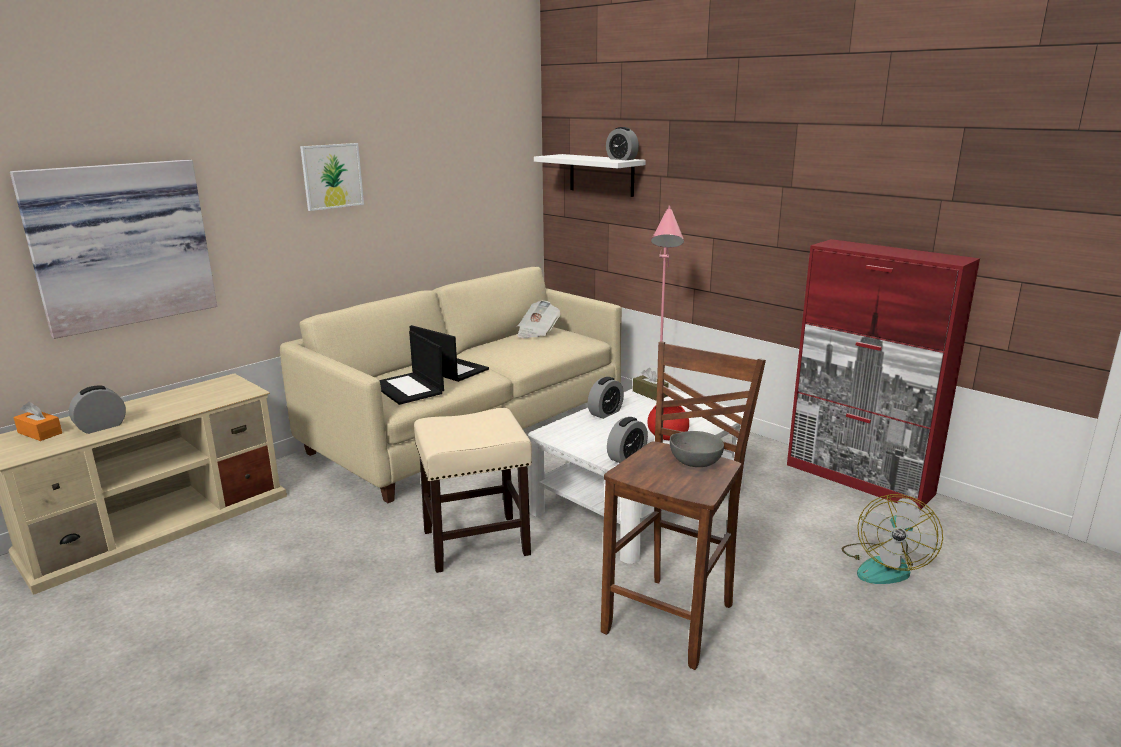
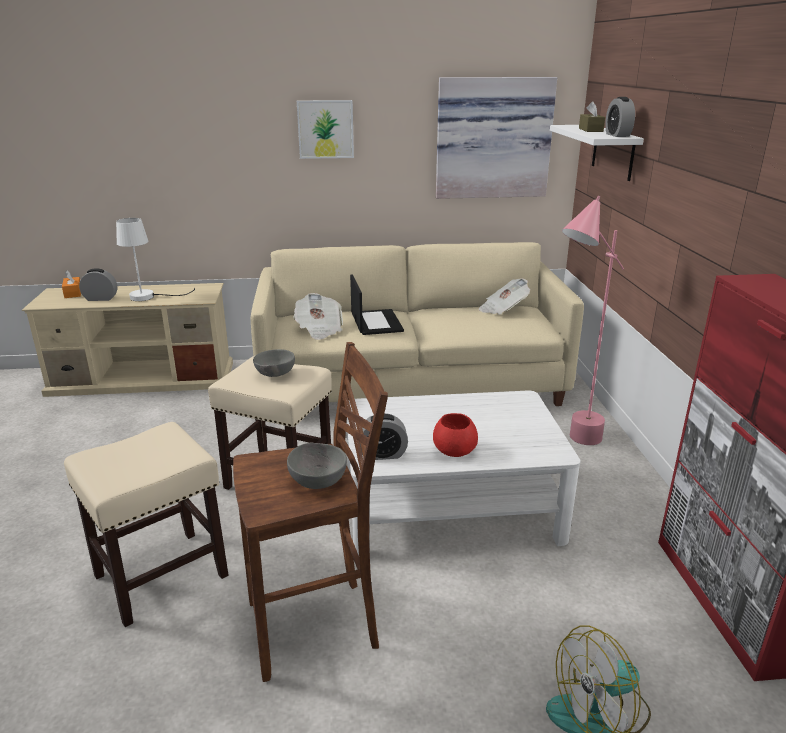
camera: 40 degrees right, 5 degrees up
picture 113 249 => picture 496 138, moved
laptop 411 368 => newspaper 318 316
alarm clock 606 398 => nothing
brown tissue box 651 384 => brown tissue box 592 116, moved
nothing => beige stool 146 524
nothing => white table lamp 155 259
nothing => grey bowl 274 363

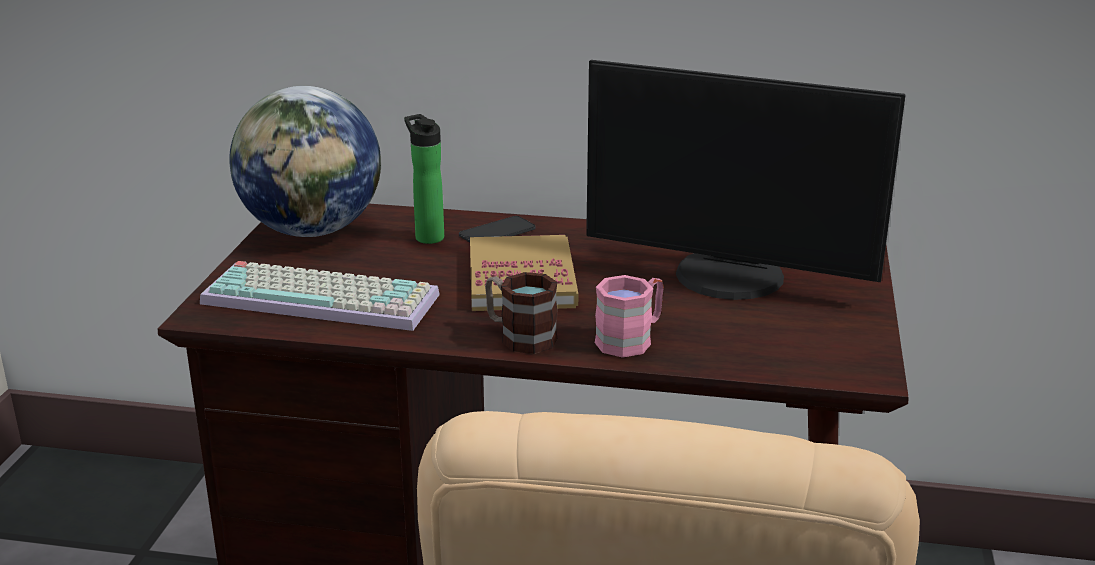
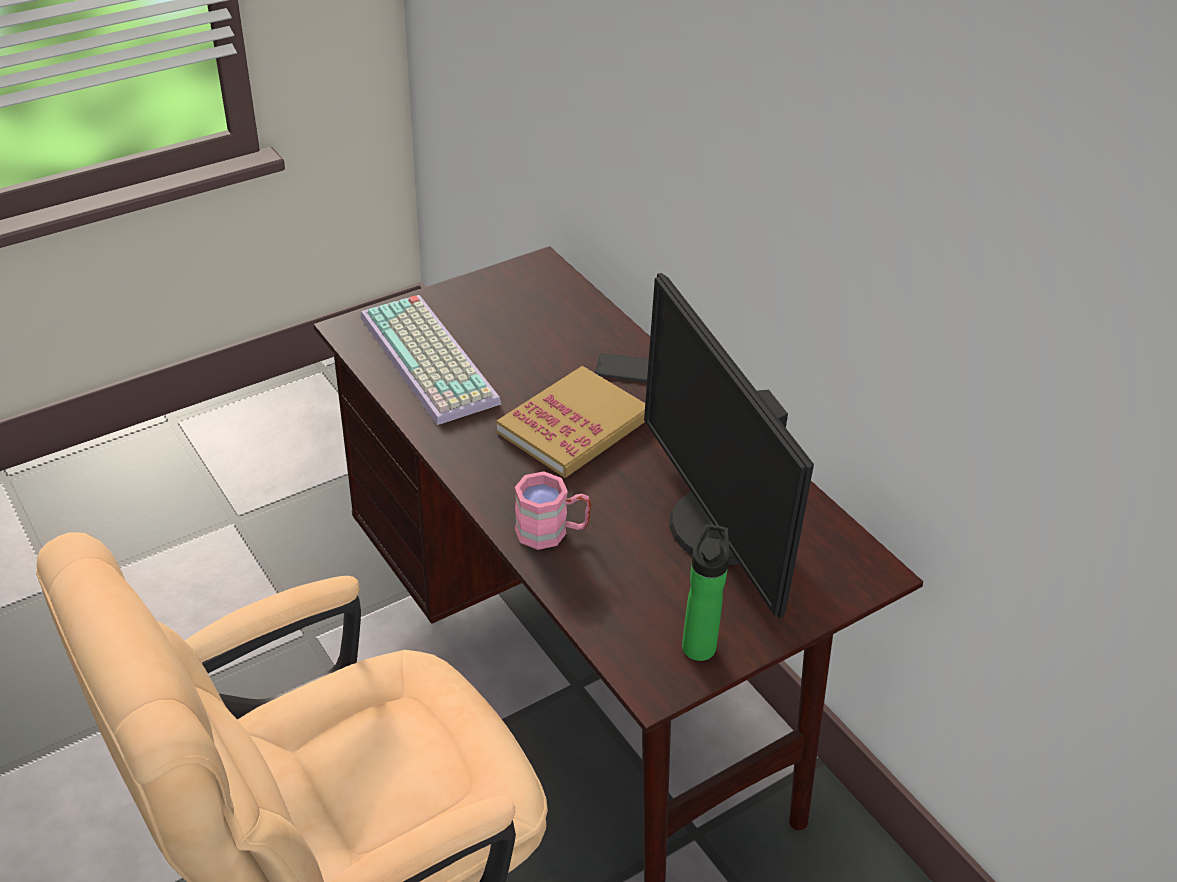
camera: 45 degrees right, 15 degrees up
globe 305 161 => nothing
bottle 424 179 => bottle 706 592, moved
mug 521 313 => nothing

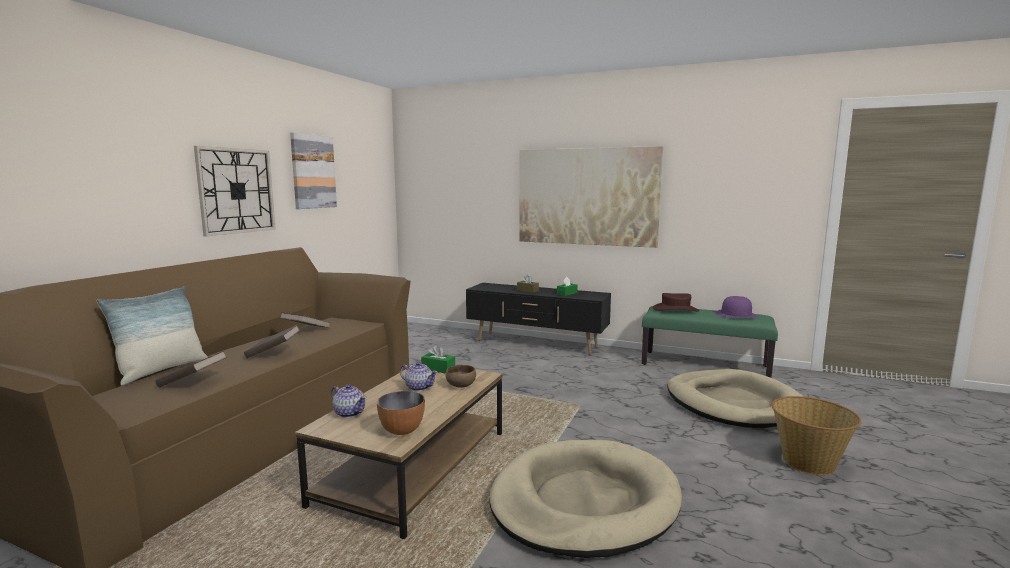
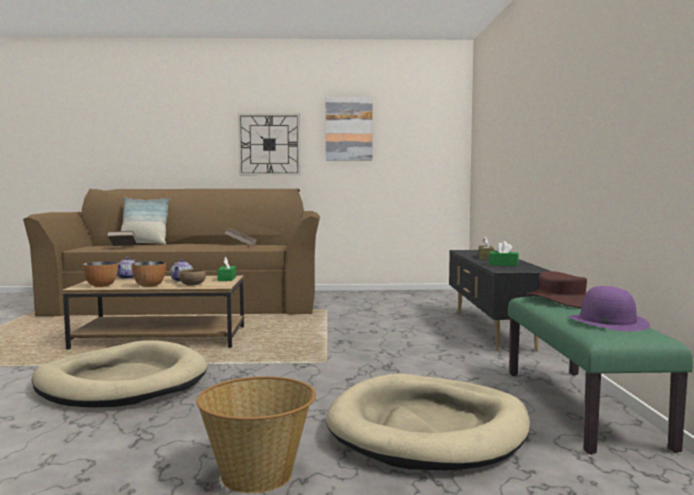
camera: 65 degrees right, 5 degrees down
brown book 272 341 => nothing
picture 591 197 => nothing
nothing => bowl 148 274

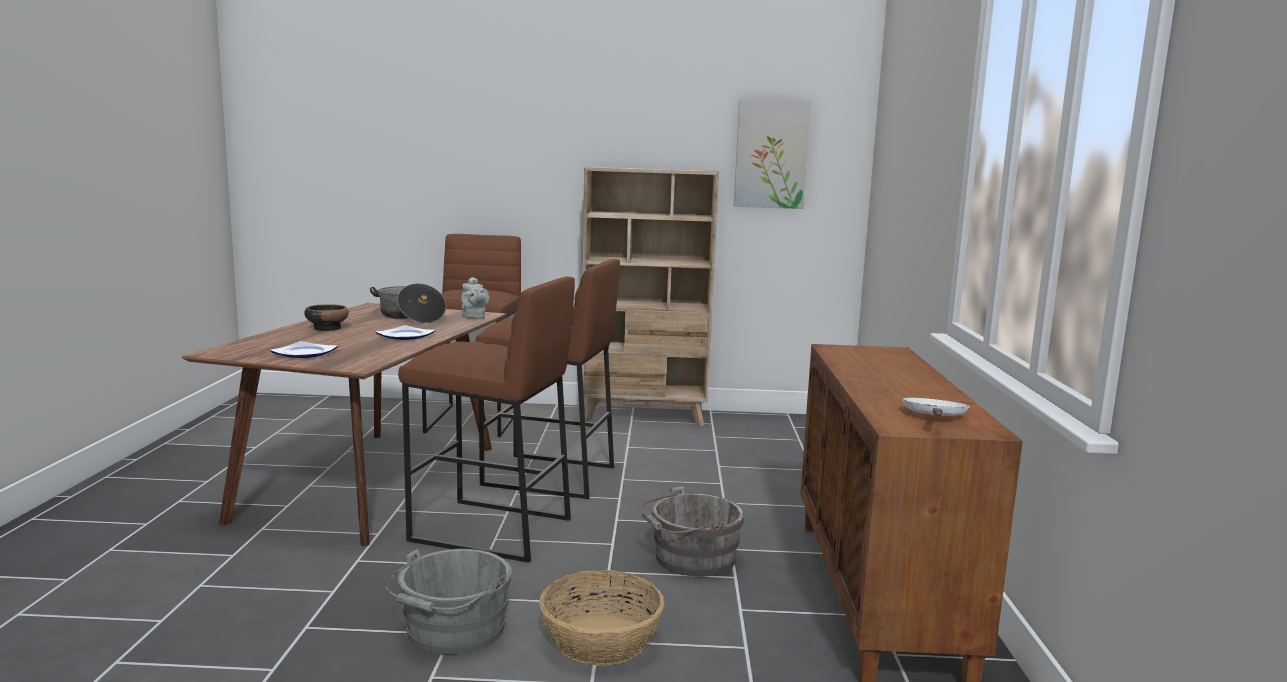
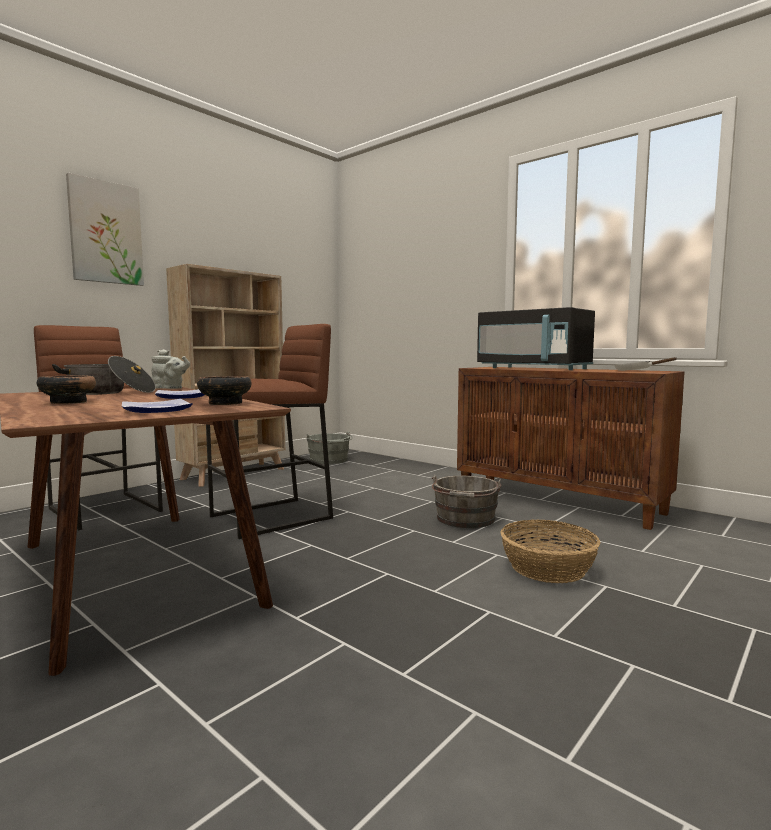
camera: 50 degrees left, 5 degrees down
grey bucket 448 602 => grey bucket 329 447, moved
brown stool 486 420 => nothing
picture 772 154 => picture 105 229, moved
nothing => bowl 224 390
nothing => black microwave 536 338

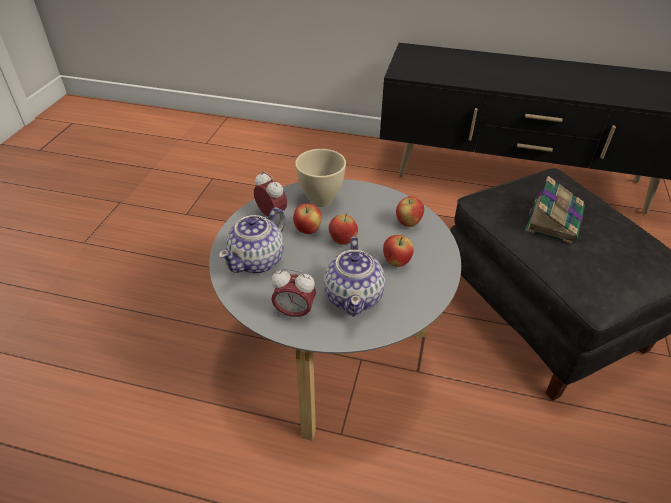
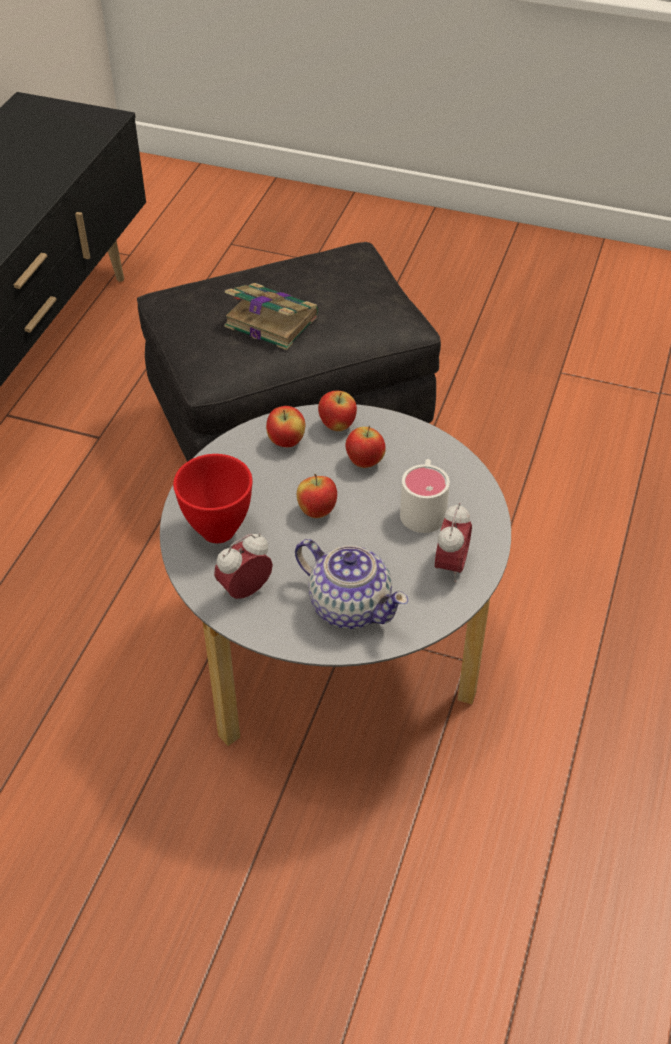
camera: 85 degrees left, 5 degrees up
apple 307 219 => apple 337 411, moved
beige bowl 320 178 => red bowl 213 498
teapot 354 276 => white mug 425 496

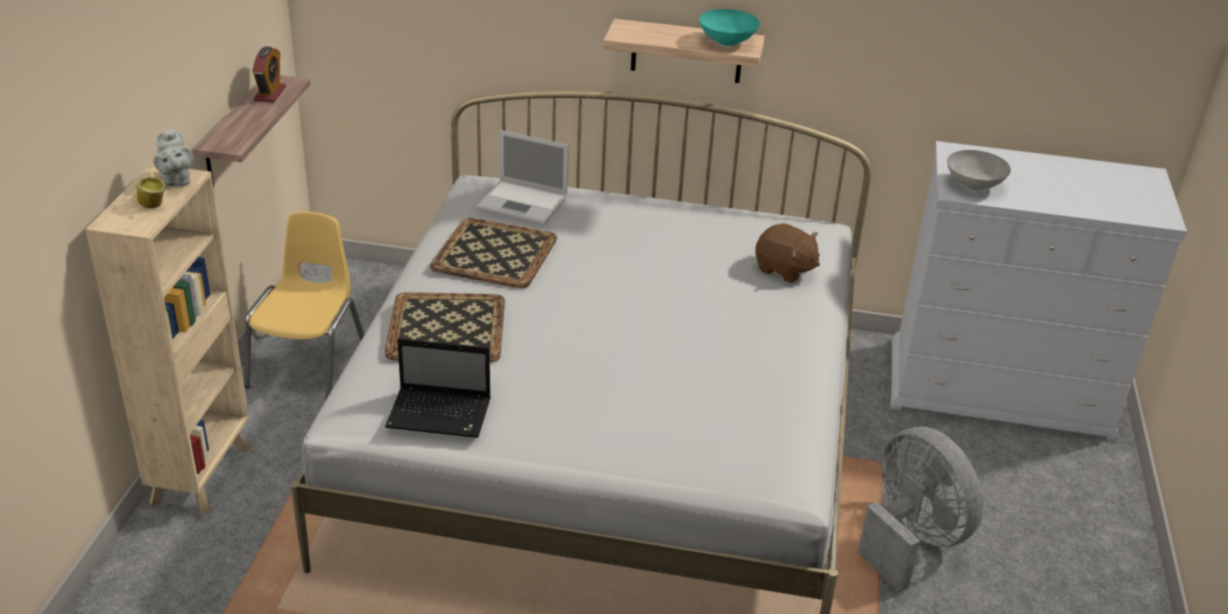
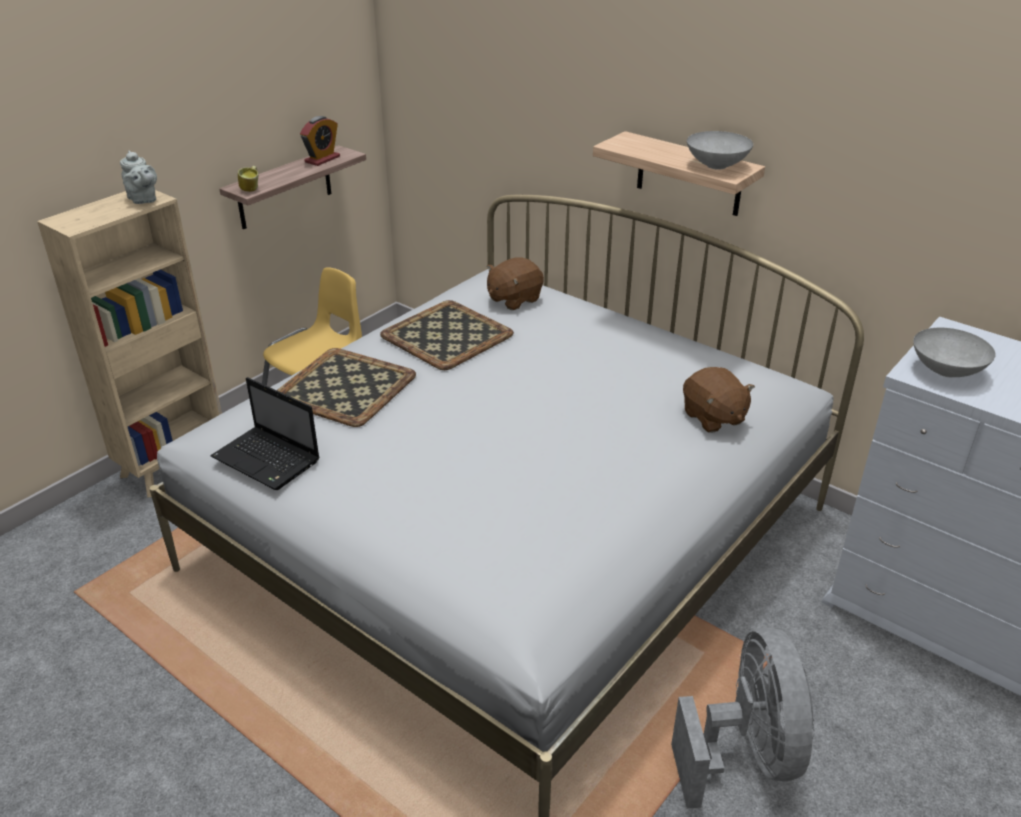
camera: 30 degrees right, 0 degrees up
mug 151 190 => mug 248 179, moved
grey teapot 173 156 => grey teapot 138 177, 45 degrees counterclockwise
laptop 522 177 => brown plush toy 515 283
turquoise bowl 729 27 => grey bowl 720 150

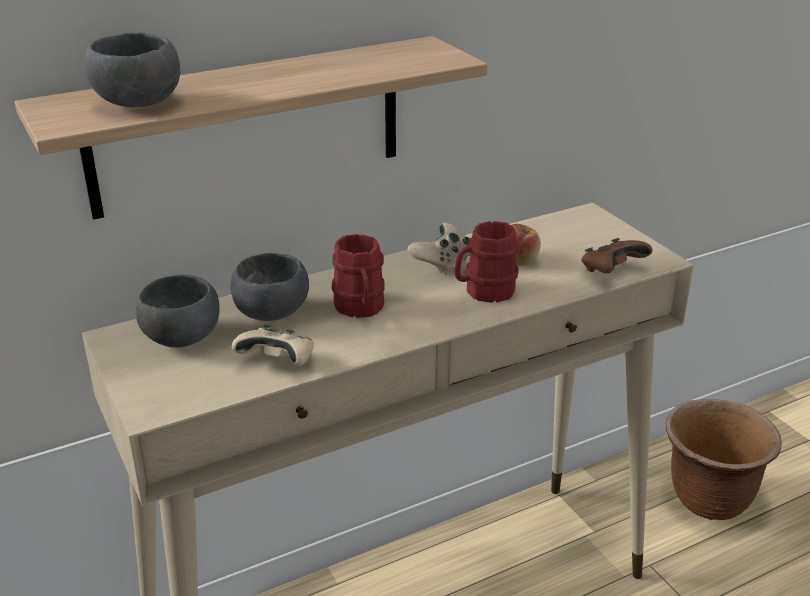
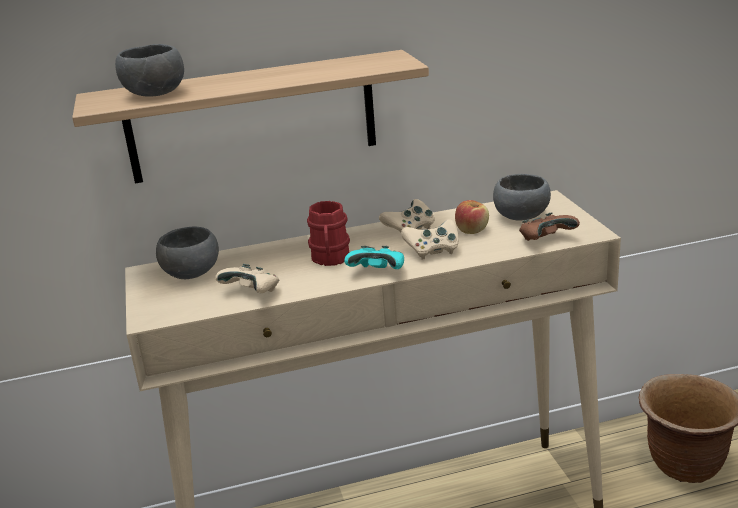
camera: 15 degrees right, 5 degrees down
grey bowl 269 287 => grey bowl 522 197, moved
red mug 486 262 => beige game controller 430 239
nothing => turquoise game controller 374 257

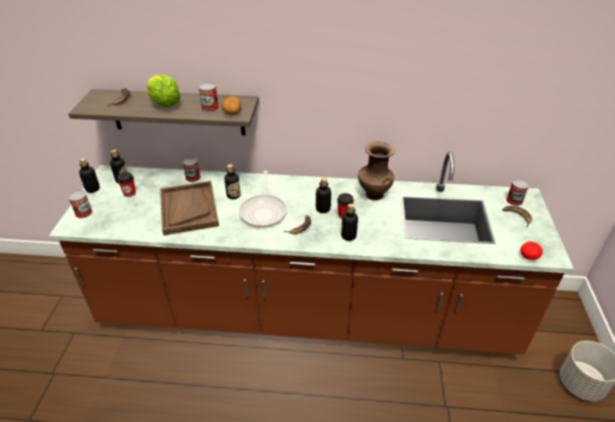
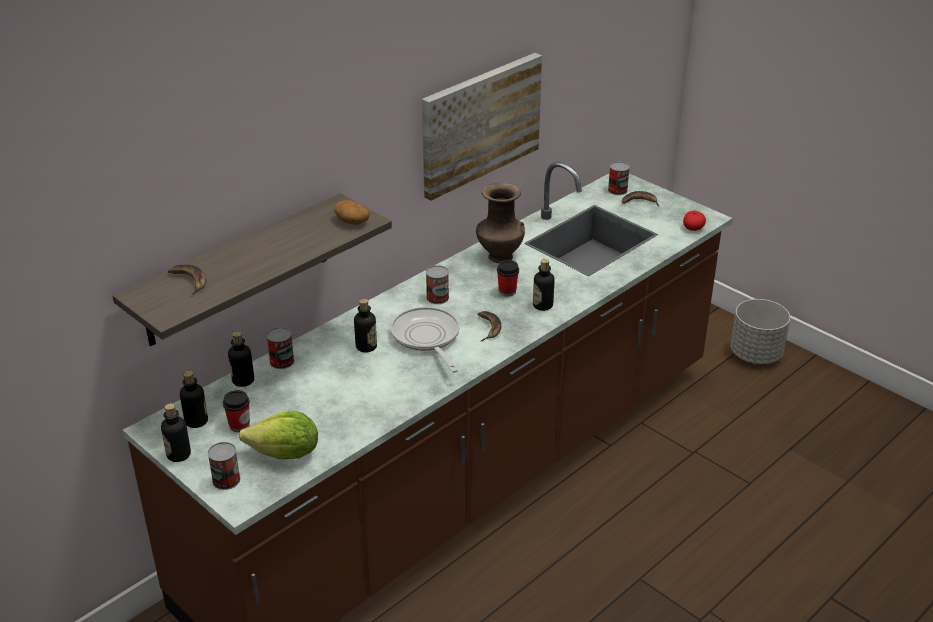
camera: 50 degrees left, 5 degrees down
lettuce 164 91 => lettuce 278 435, moved
brown tray 189 208 => nothing
can 208 97 => can 437 284, moved
frying pan 263 199 => frying pan 425 339, 150 degrees counterclockwise
bottle 323 195 => bottle 241 359, moved
nothing => picture 482 127

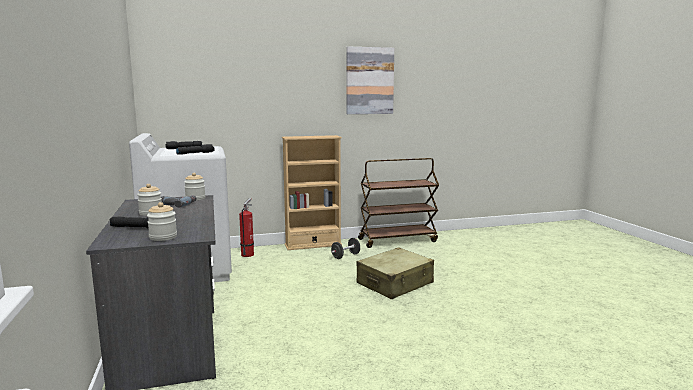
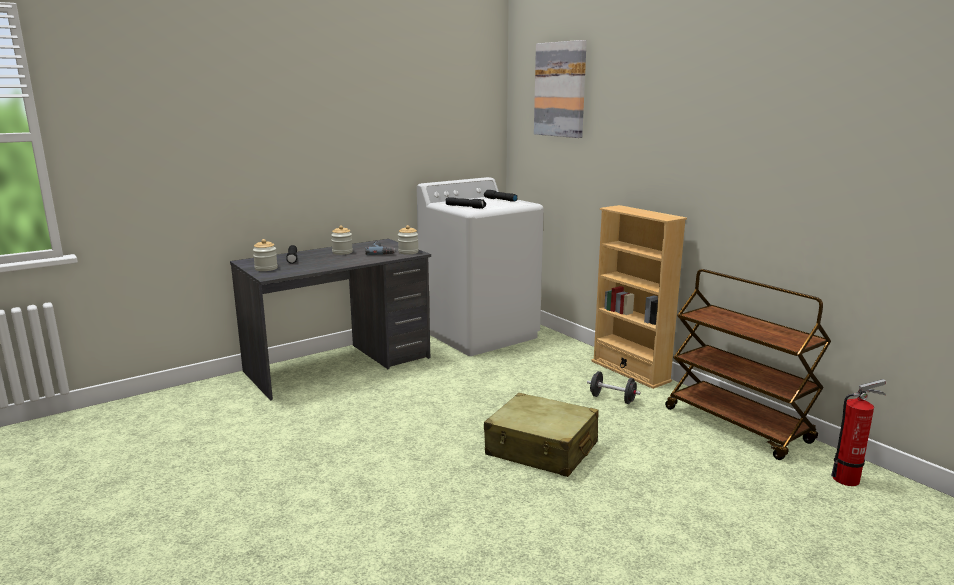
camera: 70 degrees right, 5 degrees up
fire extinguisher 246 227 => fire extinguisher 858 432, moved
picture 370 80 => picture 560 89, moved

